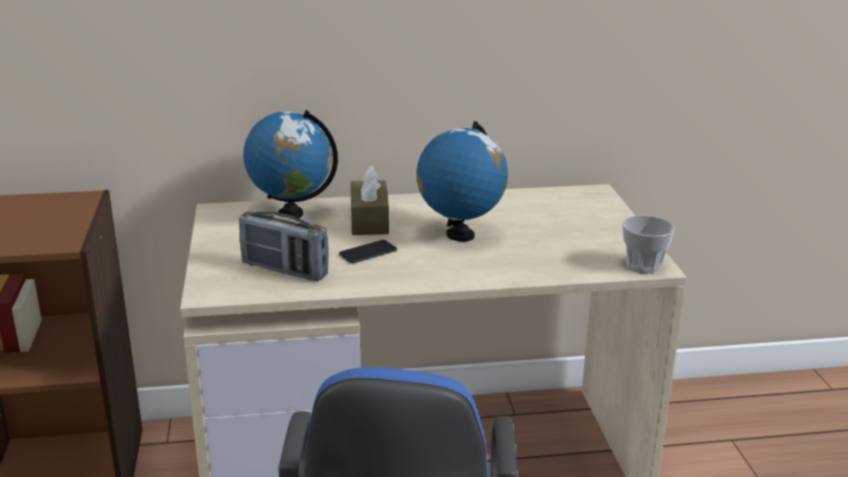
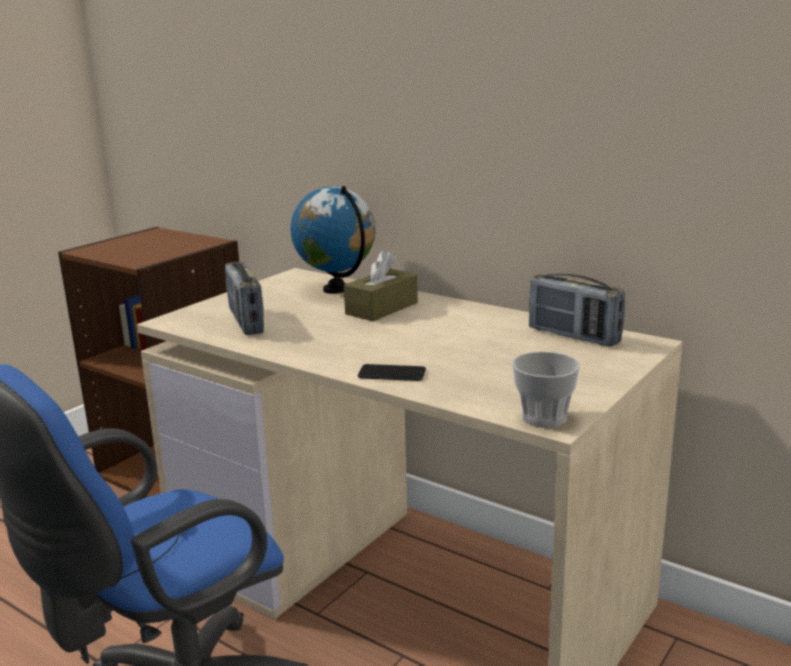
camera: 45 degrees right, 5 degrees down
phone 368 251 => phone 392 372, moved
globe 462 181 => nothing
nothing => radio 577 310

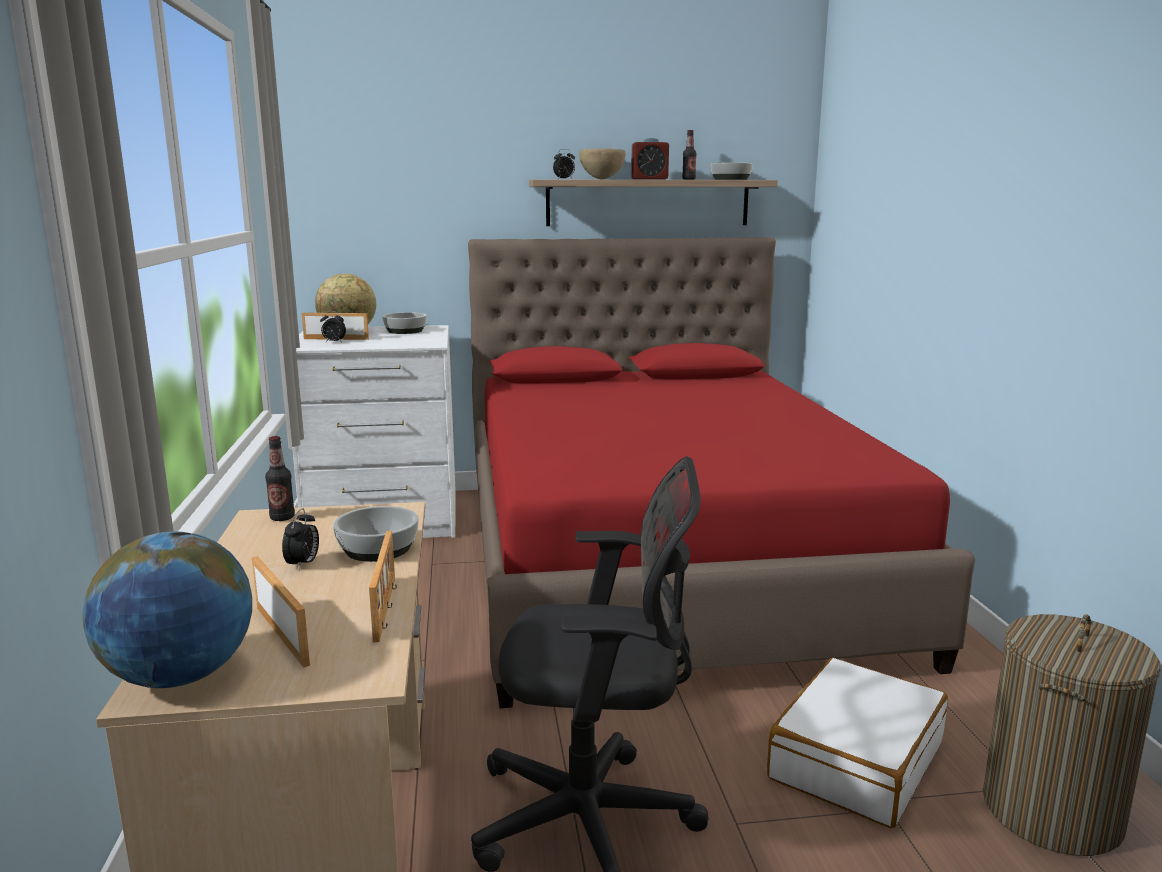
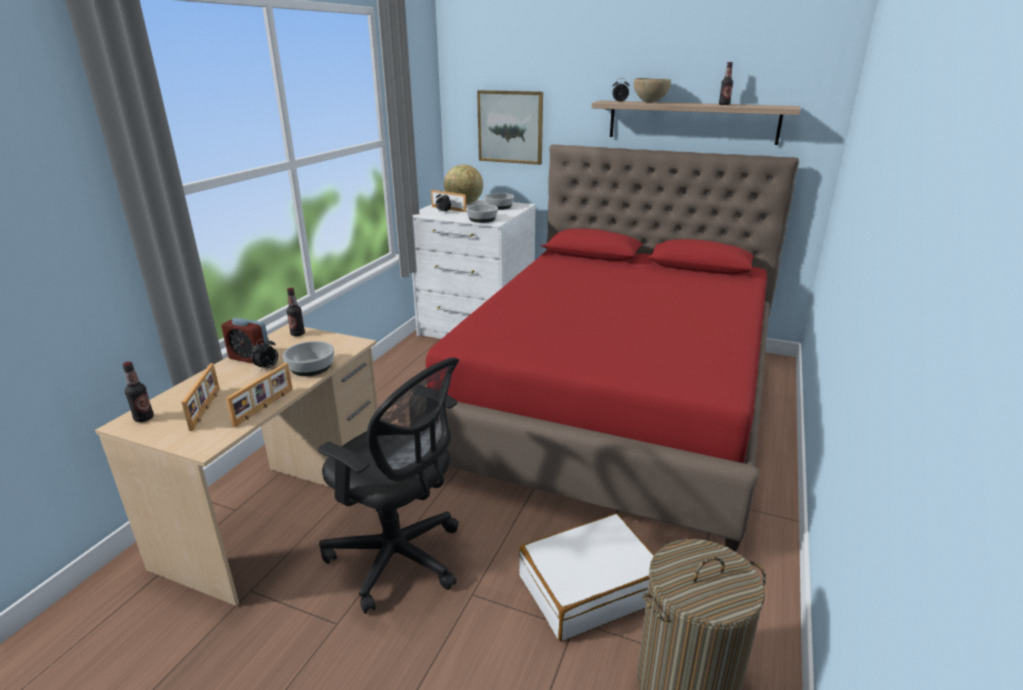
camera: 30 degrees right, 10 degrees up
globe 167 609 => bottle 138 391
alarm clock 650 159 => alarm clock 244 341, moved
bowl 731 171 => bowl 482 213, moved
nothing => picture 510 127

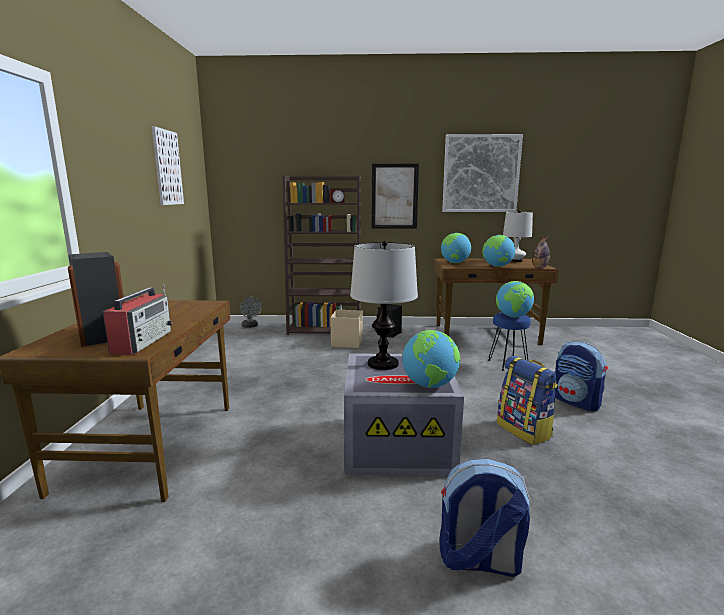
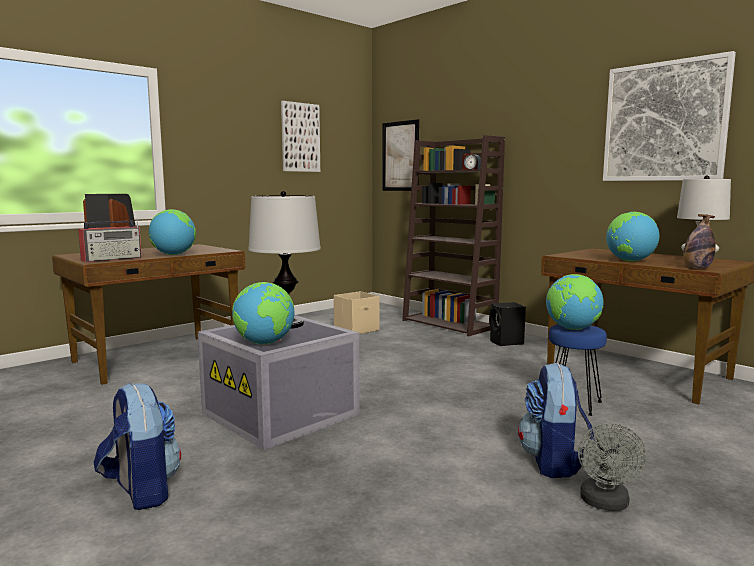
camera: 45 degrees right, 5 degrees down
grey fan 251 312 => grey fan 612 467, moved
beige storage box 347 329 => beige storage box 356 312, moved
picture 395 196 => picture 400 155, moved
globe 456 248 => globe 172 232, moved
backpack 527 400 => nothing

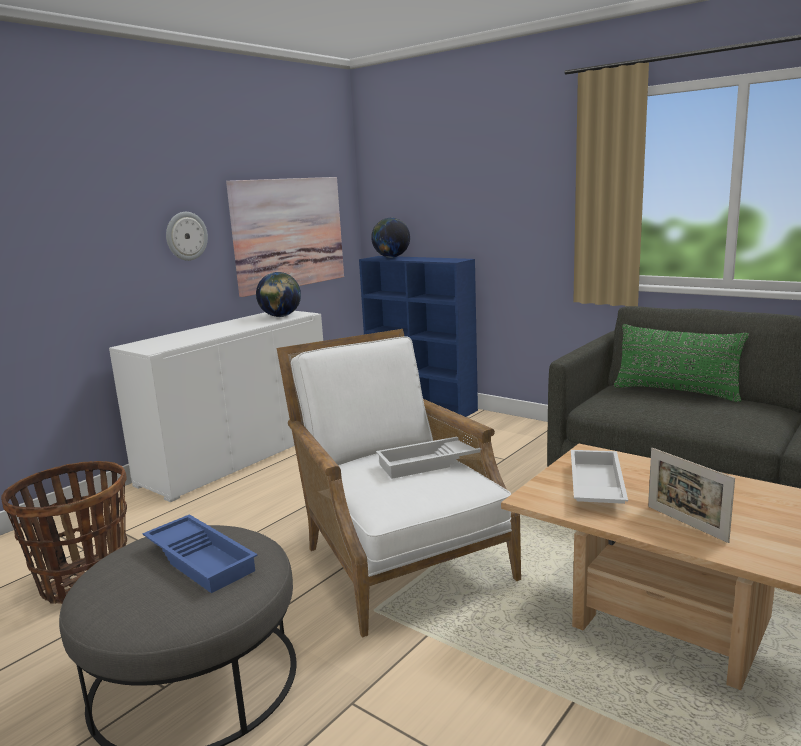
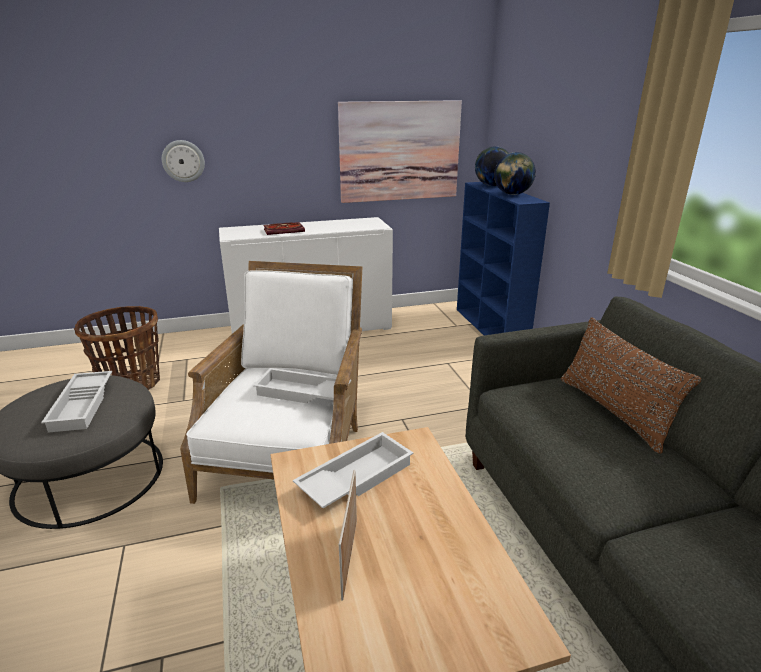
camera: 35 degrees right, 10 degrees up
blue tray 200 553 => white tray 76 402
wall clock 187 236 => wall clock 183 161, moved
globe 278 294 => globe 515 173, moved
green pillow 681 363 => brown pillow 631 385
nothing => book 284 228

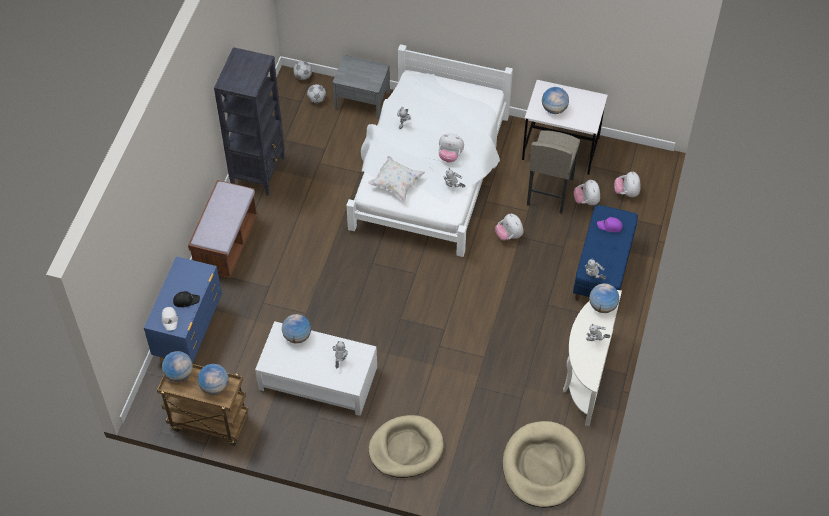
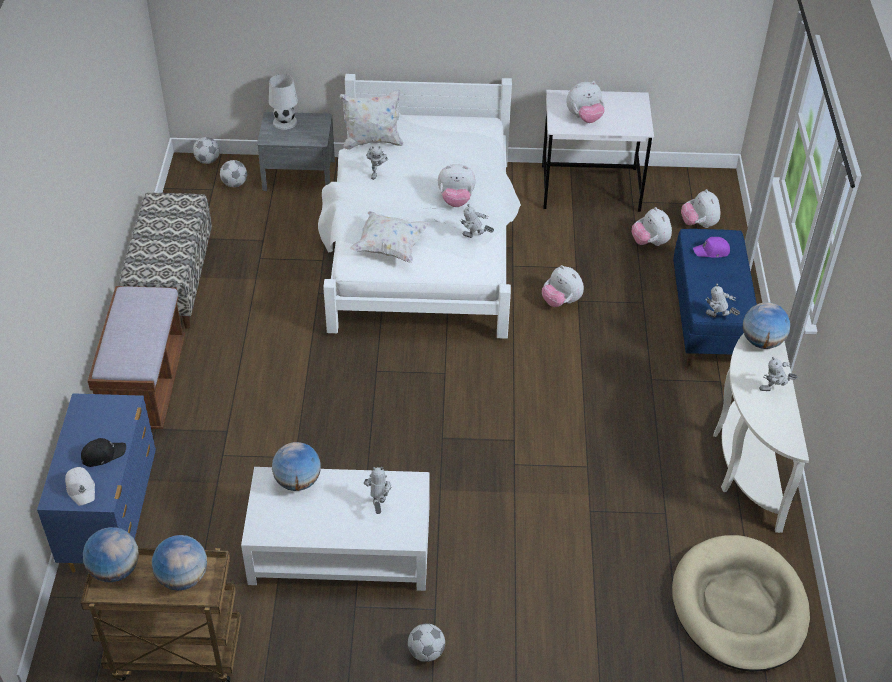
camera: 15 degrees left, 10 degrees down
black bookcase 249 121 => bench 165 261
beige dog bed 406 446 => nothing
grey stool 553 172 => nothing
globe 555 100 => plush toy 585 102
nothing => white table lamp 283 102
nothing => white pillow 371 120
nothing => football 426 642

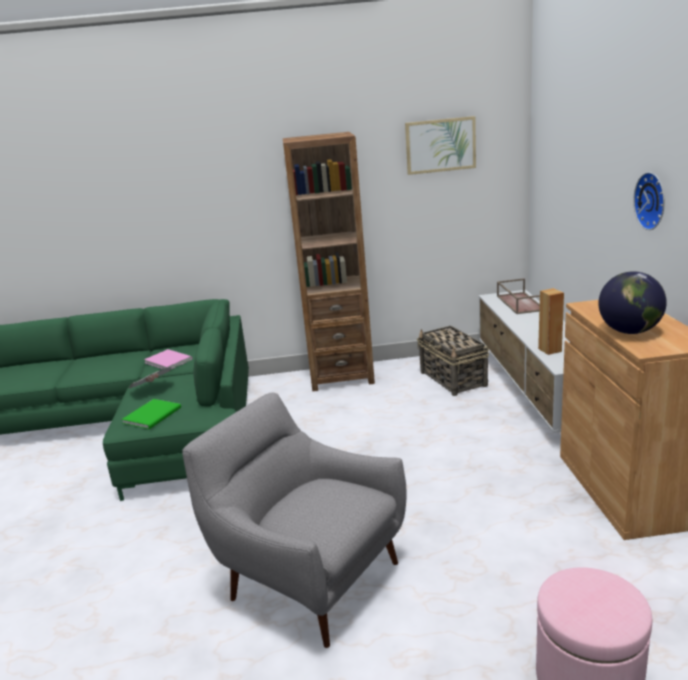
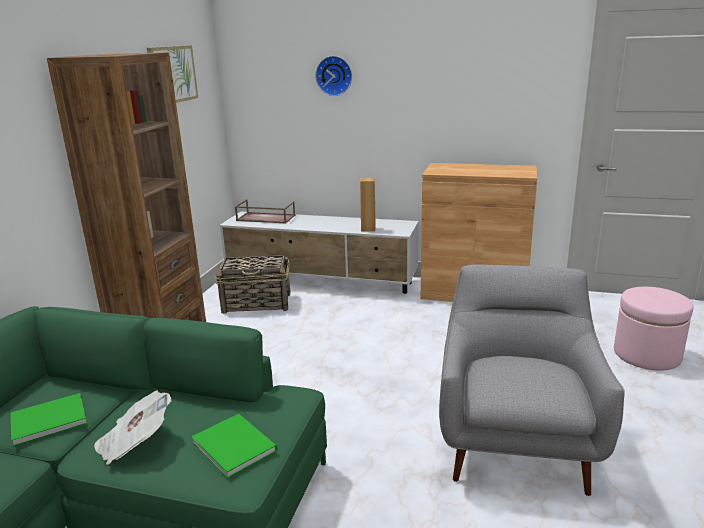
camera: 70 degrees left, 0 degrees up
pink book 168 359 => green book 49 419
grey armchair 294 520 => grey armchair 532 380, 135 degrees clockwise
globe 632 302 => nothing
wall clock 649 201 => wall clock 333 76, moved

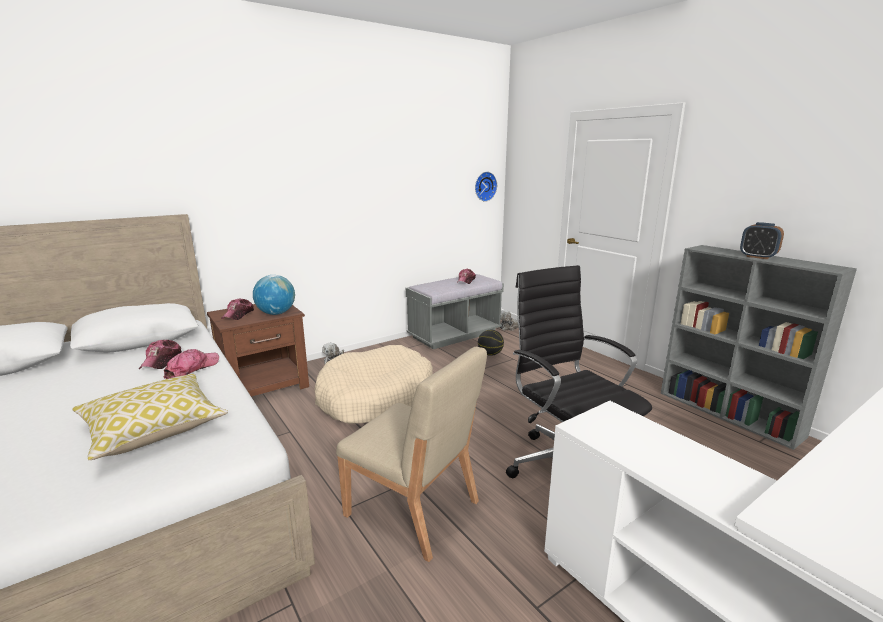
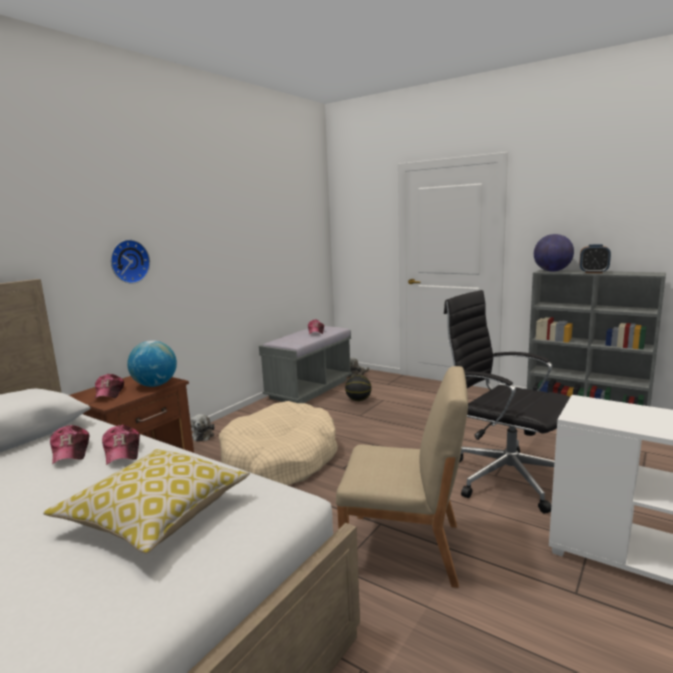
camera: 20 degrees left, 5 degrees down
cap 191 364 => cap 121 445, 150 degrees clockwise
wall clock 486 187 => wall clock 130 262, moved
nothing => globe 554 253

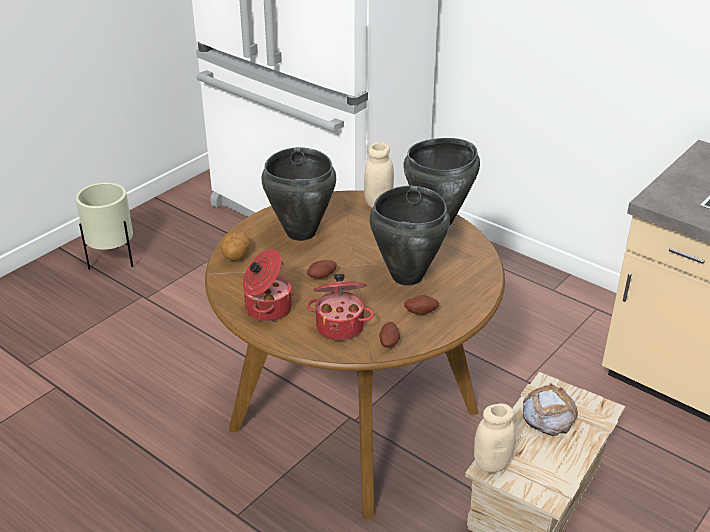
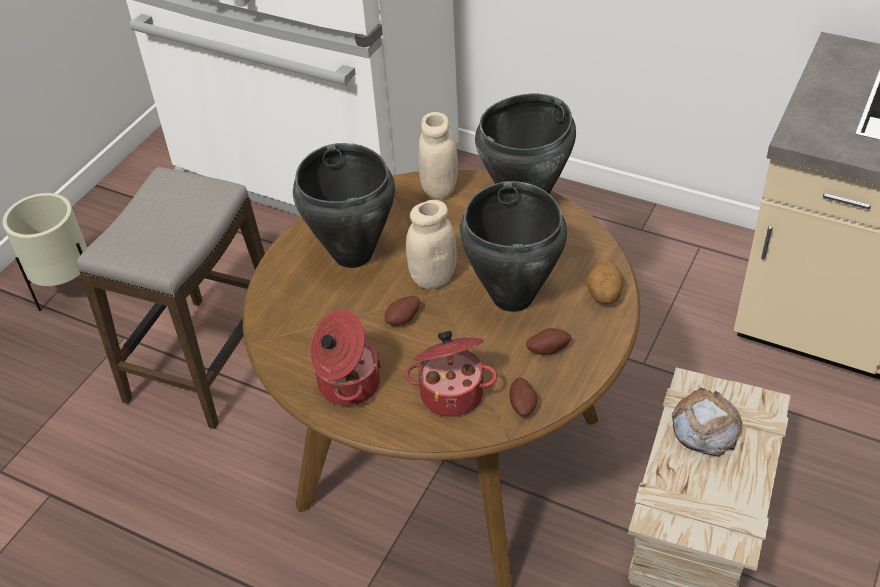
camera: 10 degrees left, 10 degrees up
potato 235 246 => potato 604 282, moved
beige jar 494 438 => beige jar 431 244, moved
nothing => stool 171 298

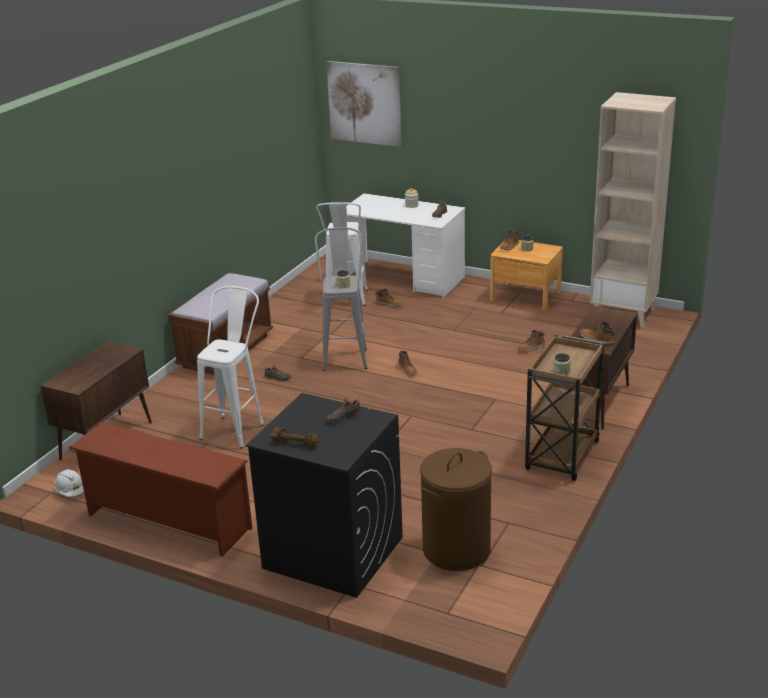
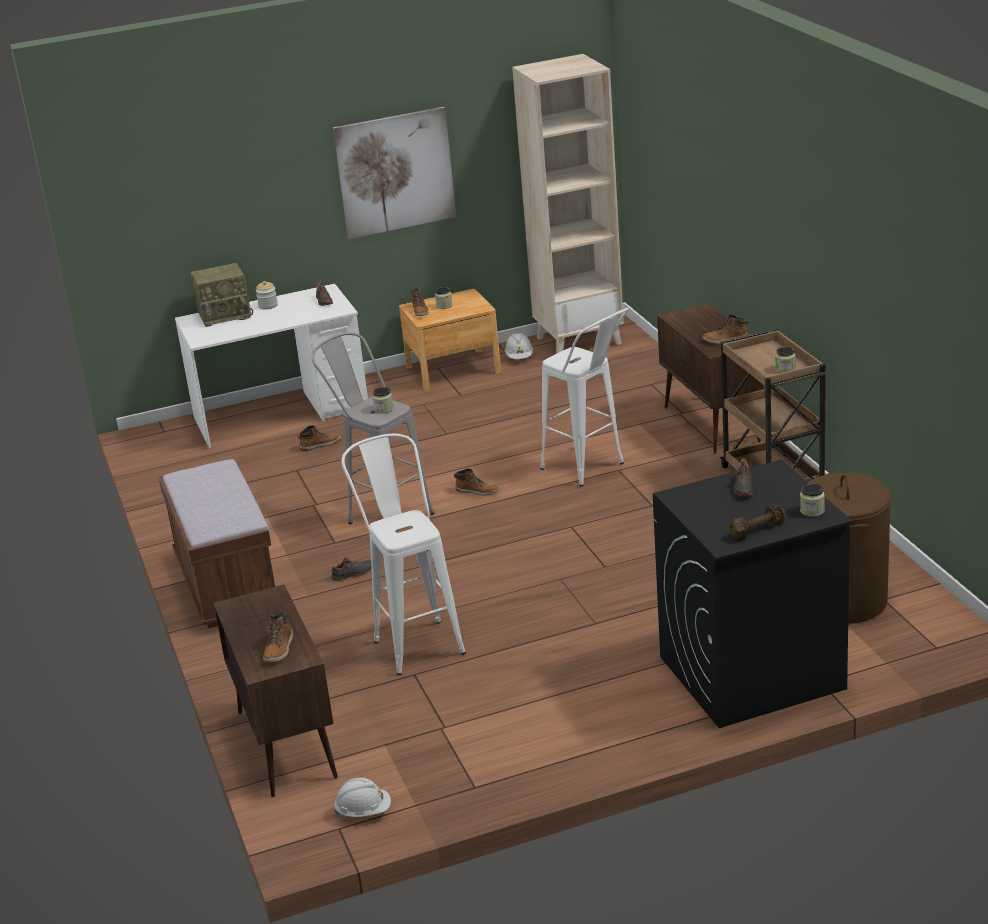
camera: 45 degrees left, 0 degrees up
brown shoe rack 161 489 => nothing
white stool 342 254 => white stool 584 397, moved
picture 364 104 => picture 394 173, moved
boot 531 341 => boot 278 637, moved
nothing => radio 222 295
nothing => white hard hat 519 346
nothing => jar 812 500

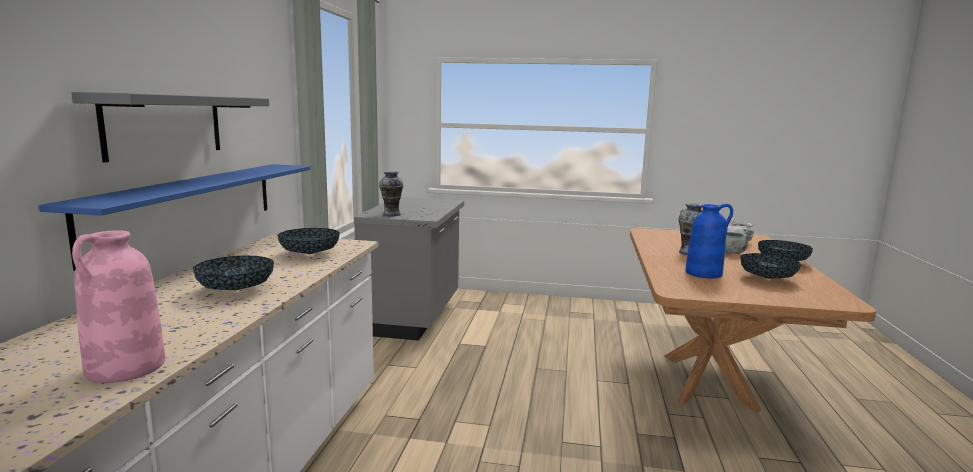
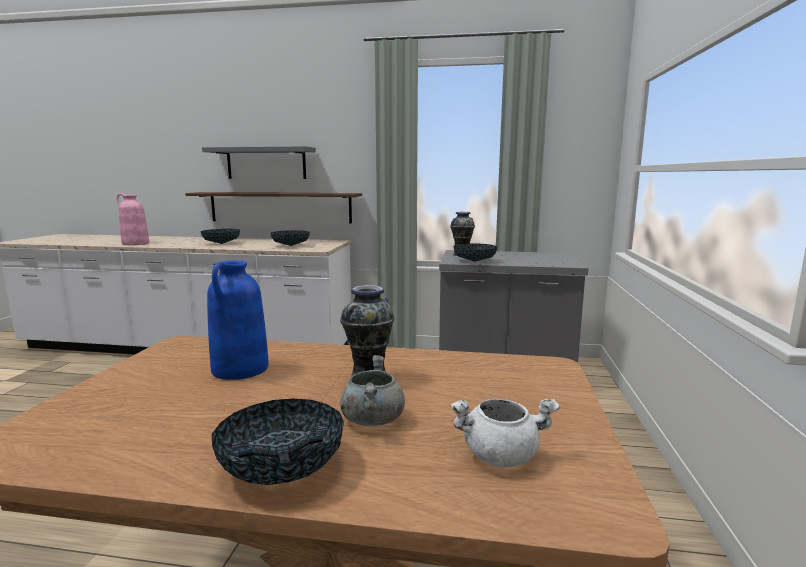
camera: 90 degrees right, 0 degrees up
blue shelf 174 217 => brown shelf 273 207
bowl 770 266 => bowl 475 252, moved

